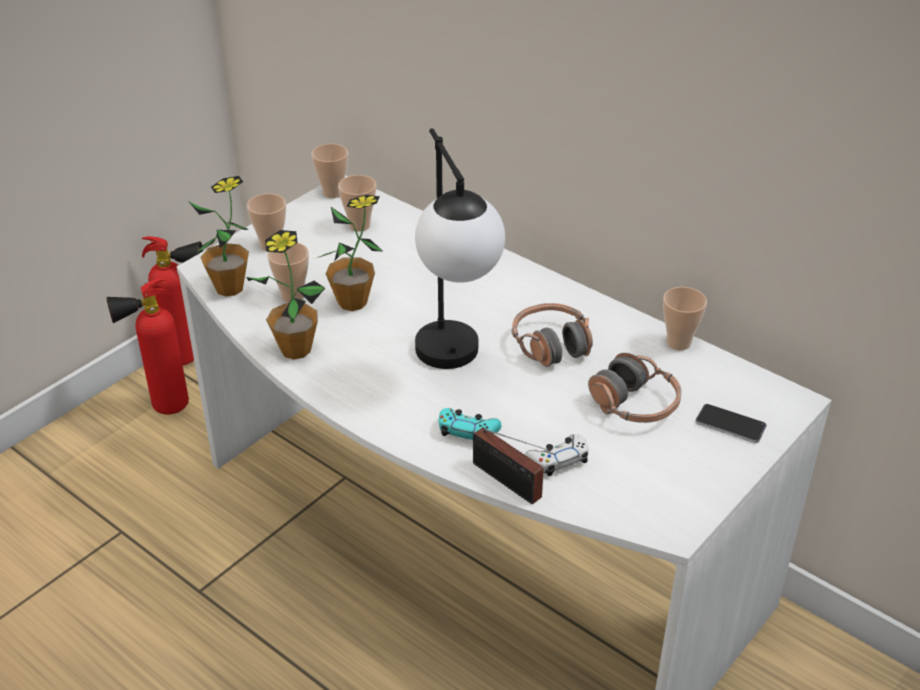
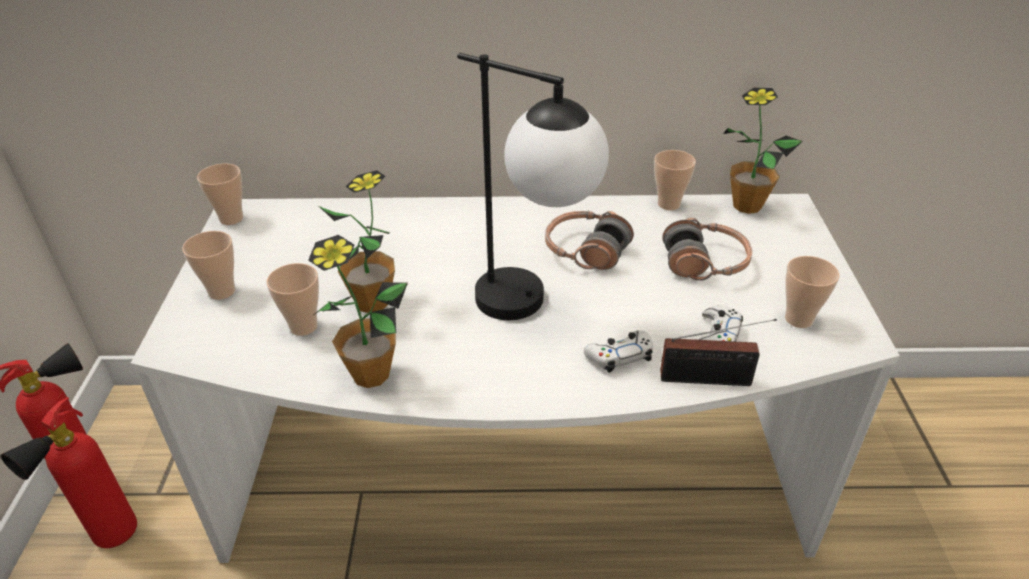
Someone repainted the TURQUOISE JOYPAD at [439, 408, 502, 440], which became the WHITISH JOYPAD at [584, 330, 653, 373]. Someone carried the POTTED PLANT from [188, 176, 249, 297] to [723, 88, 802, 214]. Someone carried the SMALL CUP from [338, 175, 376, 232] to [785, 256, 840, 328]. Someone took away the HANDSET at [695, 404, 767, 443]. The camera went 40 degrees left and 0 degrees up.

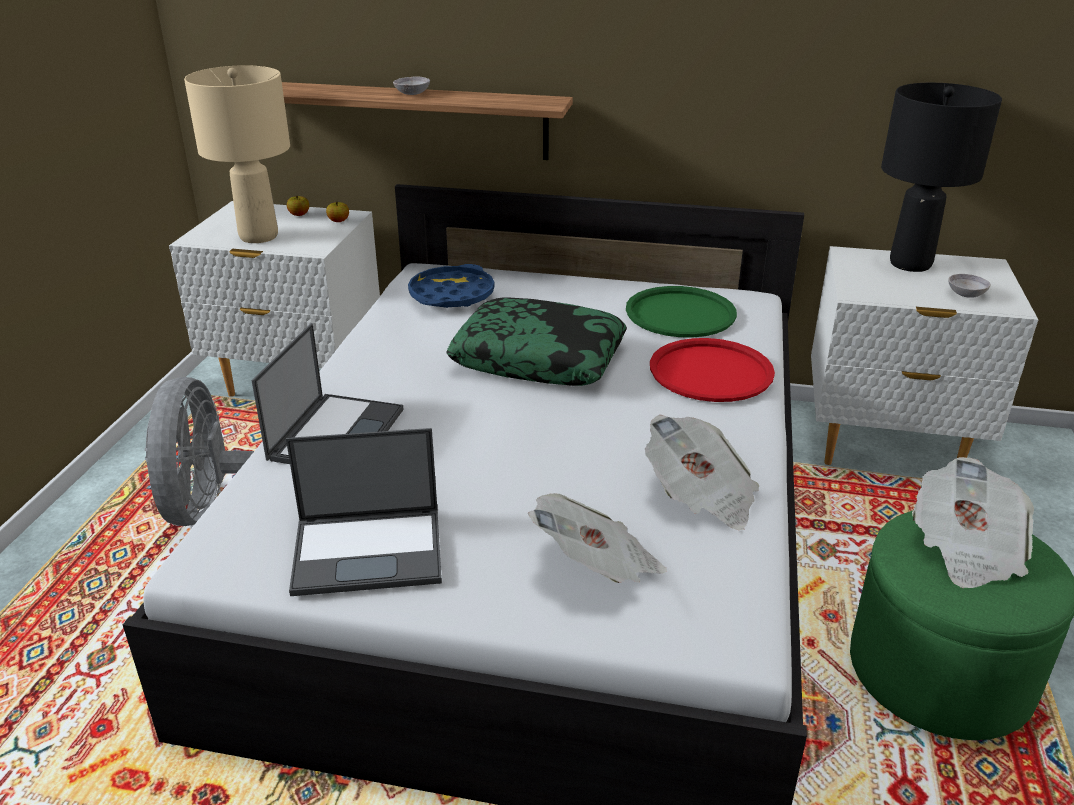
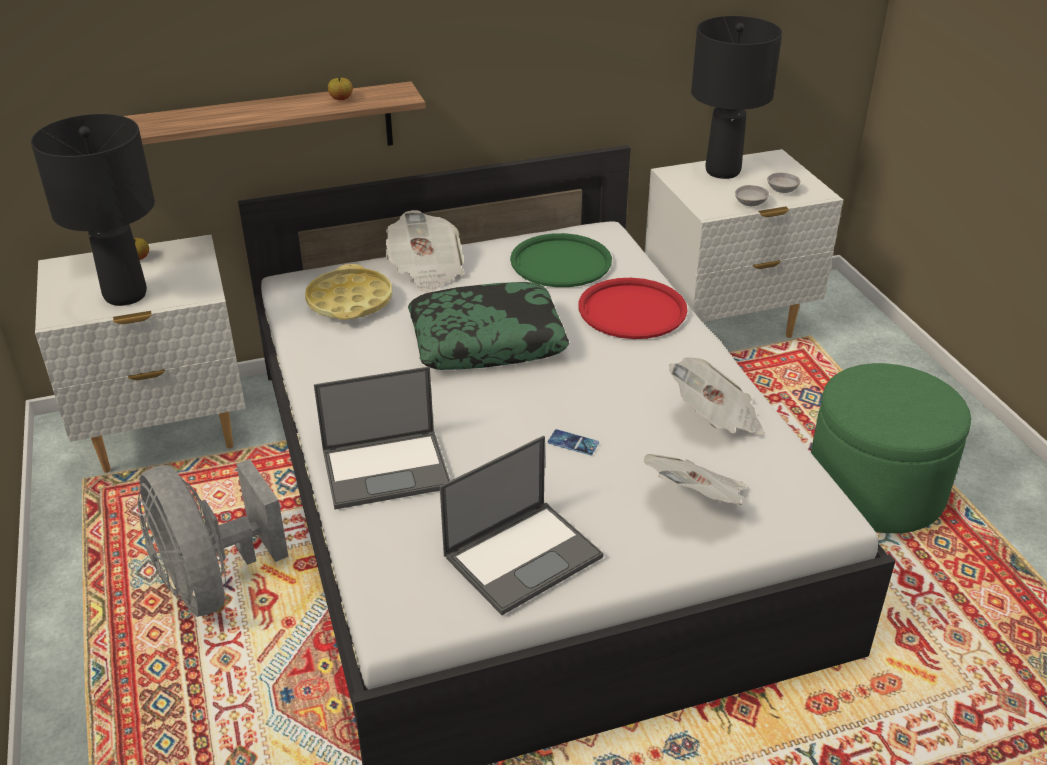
Someone repainted the BEIGE-COLOURED LAMP FOR A TABLE at [184, 65, 290, 243], which became the BLACK-COLOURED LAMP FOR A TABLE at [31, 114, 155, 306]. Someone repainted the BLUE-COLOURED CARRYING TRAY at [408, 264, 494, 308], which became the YELLOW CARRYING TRAY at [305, 264, 392, 320]. Someone rotated the NOTEBOOK COMPUTER at [251, 323, 404, 464] by 90 degrees clockwise. Someone carried the WHOLE APPLE from [326, 202, 349, 222] to [328, 77, 353, 100]. Someone carried the DAILY PAPER from [912, 457, 1034, 588] to [386, 210, 464, 293]. Someone put down the HANDSET at [548, 429, 599, 455]. Someone carried the GRAY DEEP DISH from [393, 76, 430, 95] to [735, 185, 769, 206]. The camera went 30 degrees left and 5 degrees up.

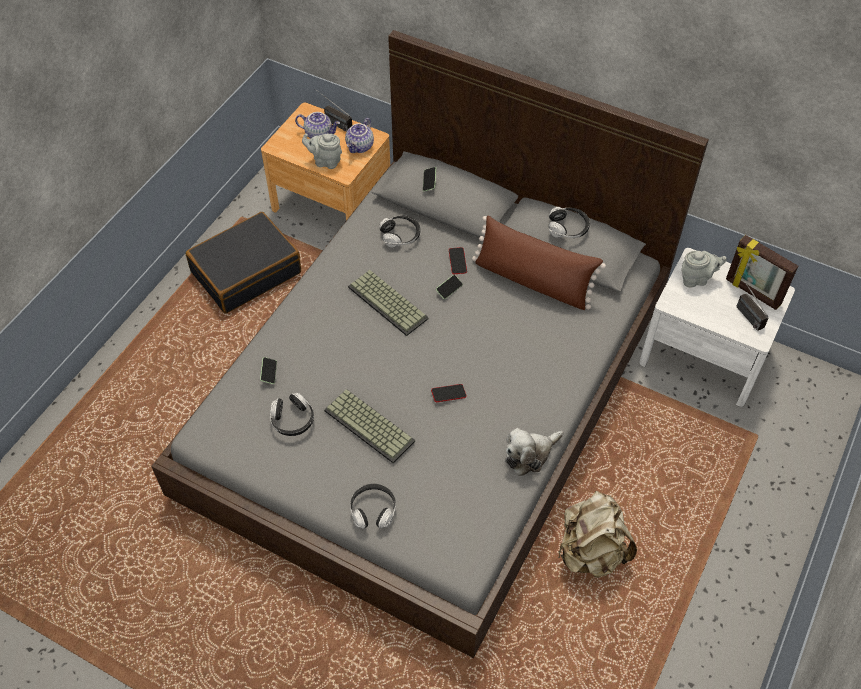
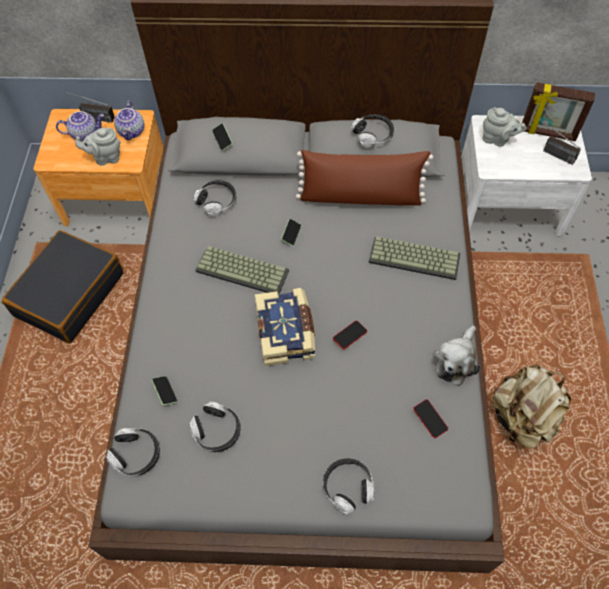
Someone put down the PAIR OF HEADPHONES at [106, 428, 160, 476]. Someone put down the BOUND BOOK at [254, 288, 315, 366]. Someone carried the COMPUTER KEYBOARD from [324, 389, 415, 463] to [368, 236, 461, 280]. Someone carried the HANDSET from [449, 247, 467, 274] to [413, 399, 448, 438]. Someone rotated the GRAY POT FOR TEA at [682, 251, 727, 287] by 60 degrees clockwise. The camera went 25 degrees left and 5 degrees up.

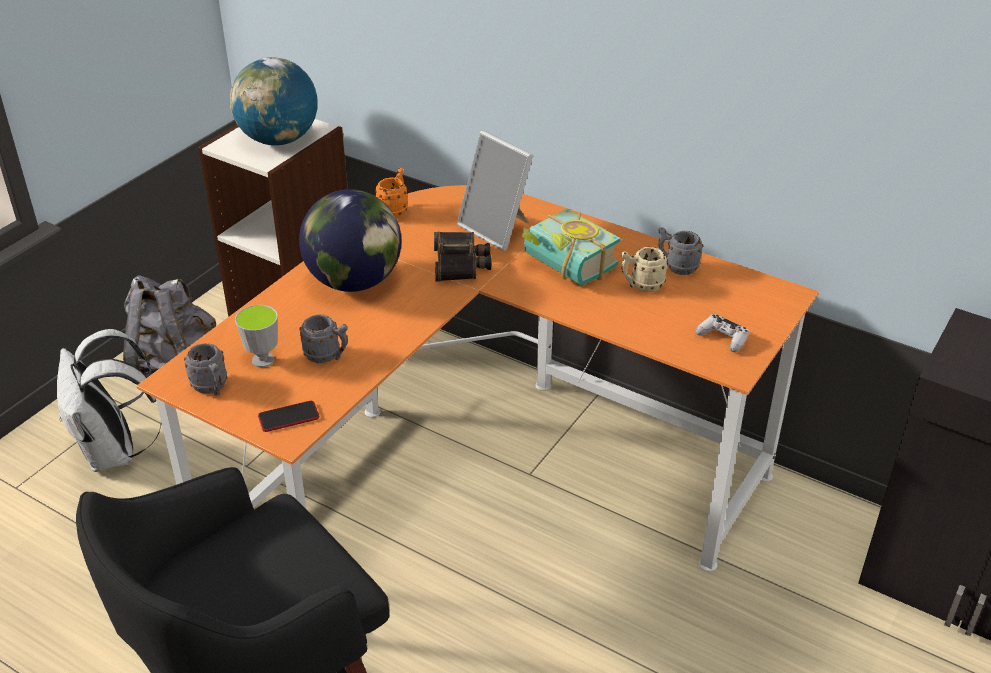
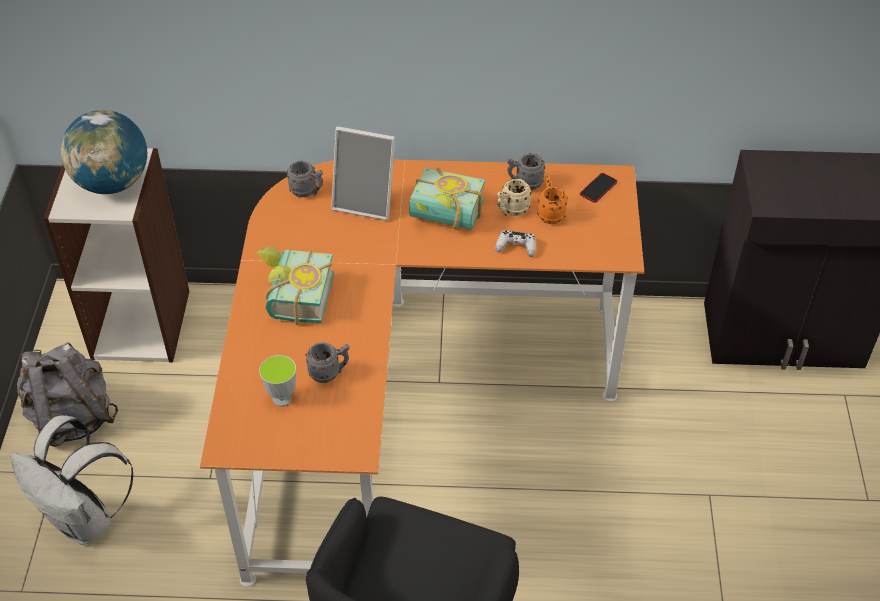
Someone swapped the DESK GLOBE at [299, 189, 401, 292] for the BOUND BOOK at [256, 246, 334, 325]. Someone carried the GRAY COFFEE MUG from [184, 343, 227, 396] to [287, 161, 323, 197]. Someone carried the WHITISH JOYPAD from [695, 314, 749, 352] to [495, 230, 536, 257]. Someone carried the ORANGEY COFFEE MUG from [375, 168, 408, 218] to [537, 176, 568, 224]. Someone carried the HANDSET from [258, 401, 319, 432] to [580, 173, 617, 203]. Someone took away the PAIR OF BINOCULARS at [434, 232, 492, 281]. The camera went 30 degrees left and 10 degrees up.

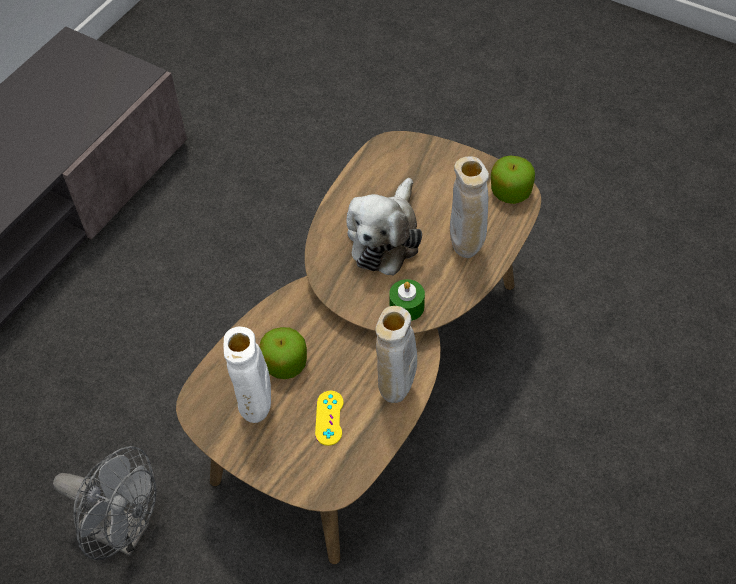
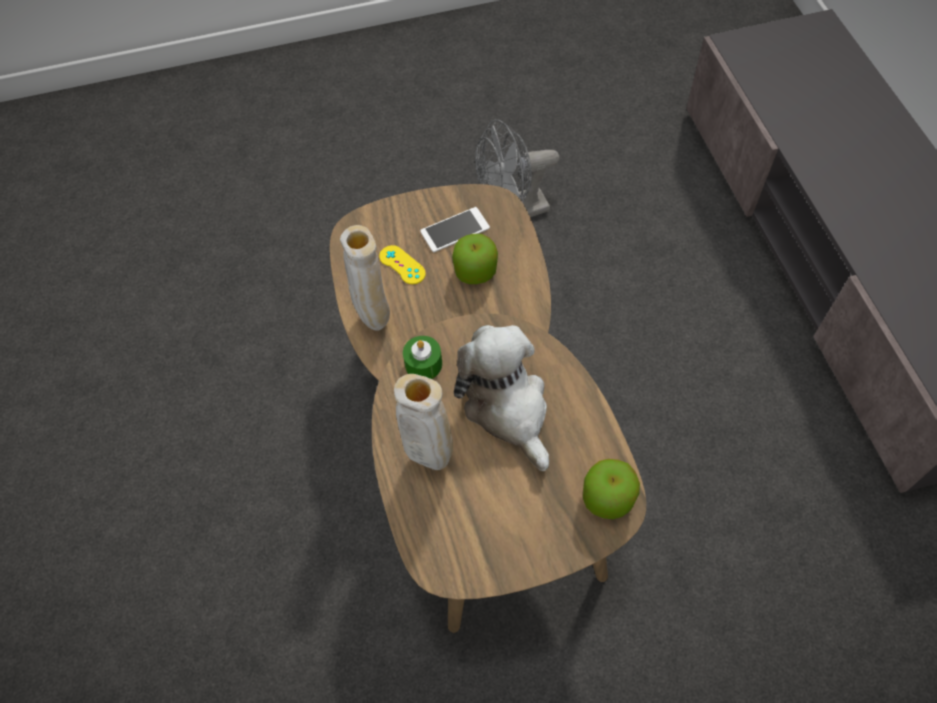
Someone swapped the WHITISH FLOWER VASE at [223, 327, 271, 423] for the HANDSET at [420, 207, 490, 252]. Someone carried the WHOLE APPLE from [491, 156, 535, 204] to [583, 459, 640, 519]. The camera went 135 degrees right and 5 degrees up.

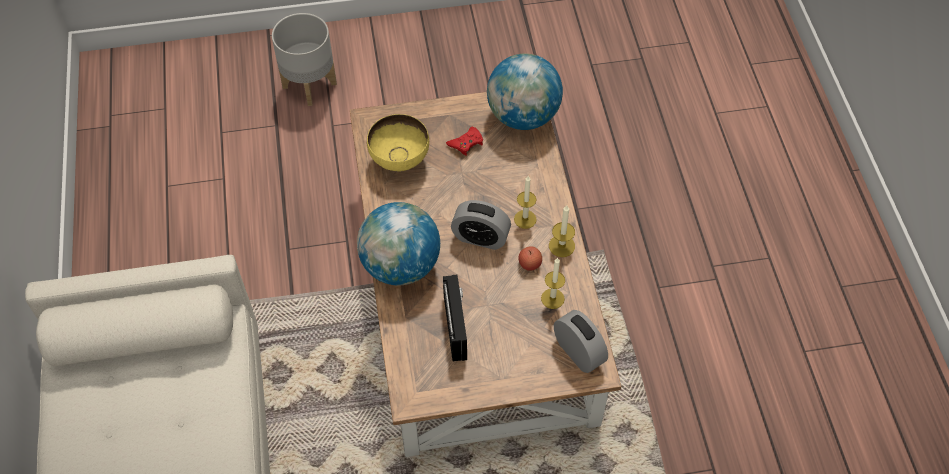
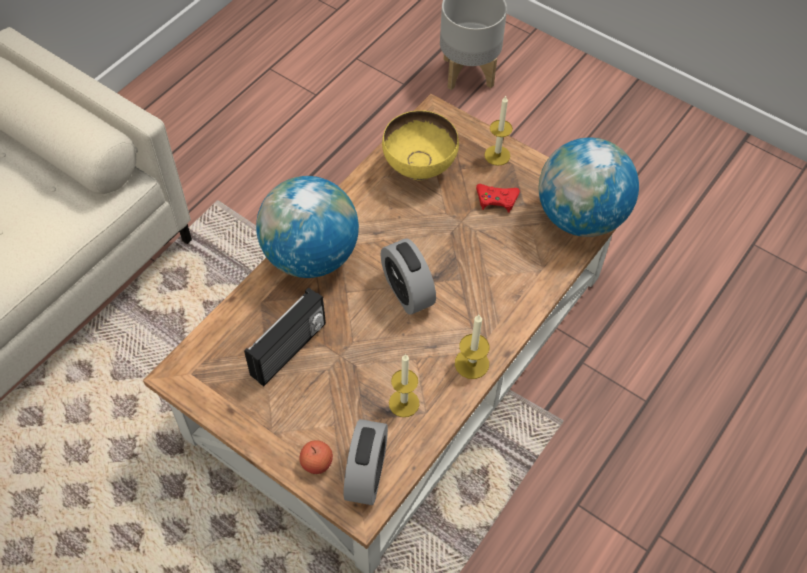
Someone carried the WHOLE APPLE from [518, 246, 542, 271] to [300, 440, 333, 474]. Someone carried the WAX LIGHT from [514, 176, 537, 229] to [484, 95, 513, 166]. The camera went 45 degrees right and 0 degrees up.

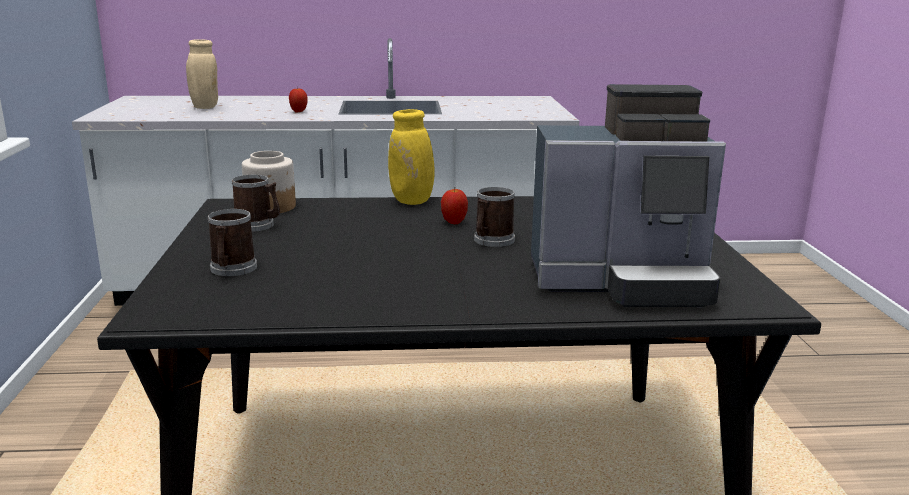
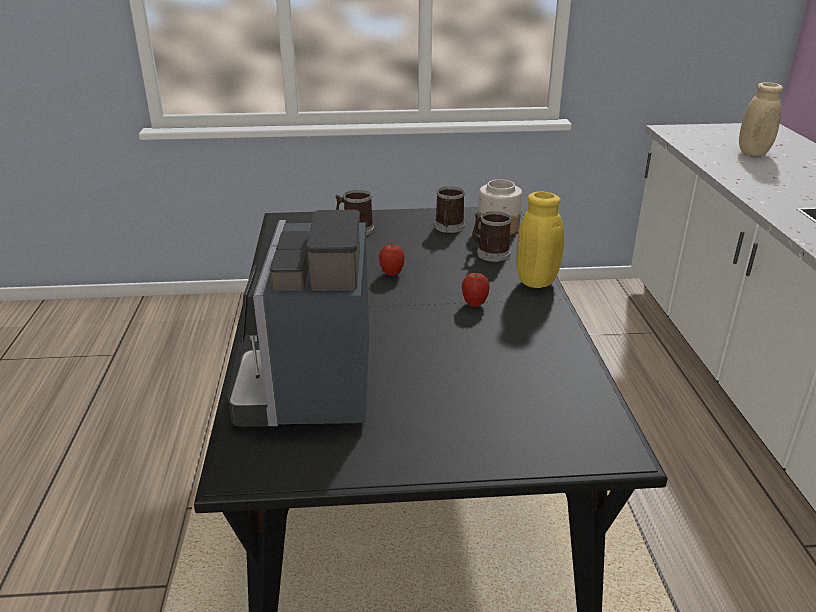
Someone carried the WHOLE APPLE from [289, 87, 308, 112] to [379, 244, 405, 276]. Someone carried the COFFEE MUG from [474, 187, 515, 247] to [472, 211, 511, 262]. The camera went 90 degrees right and 10 degrees up.

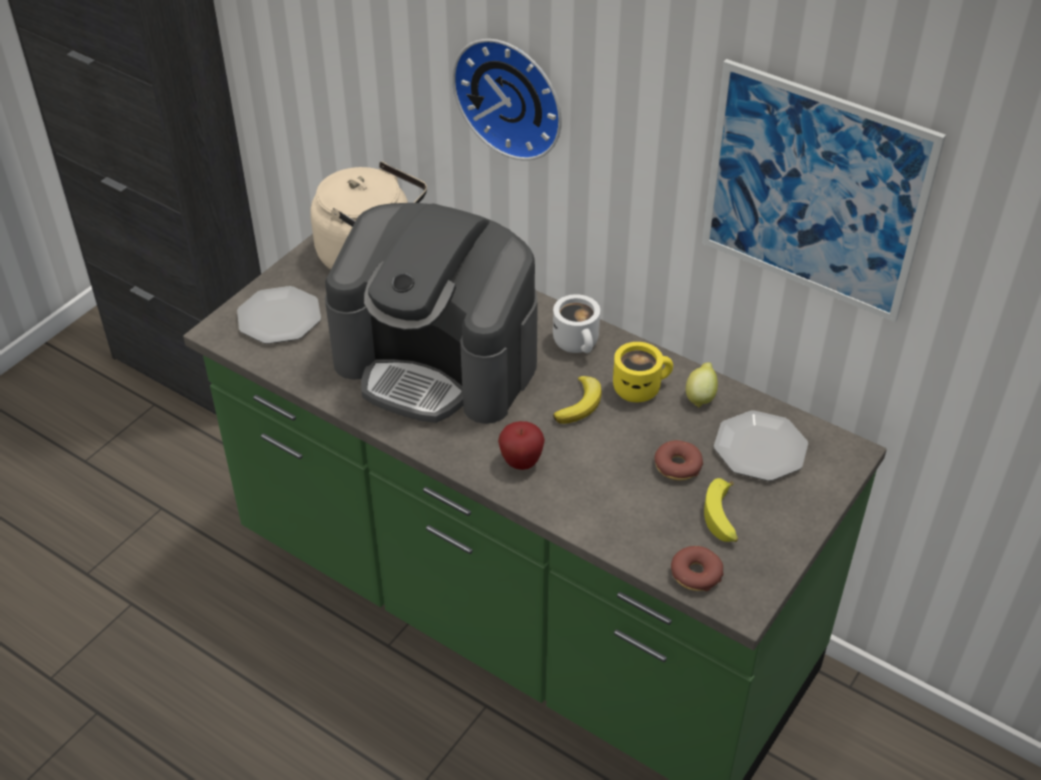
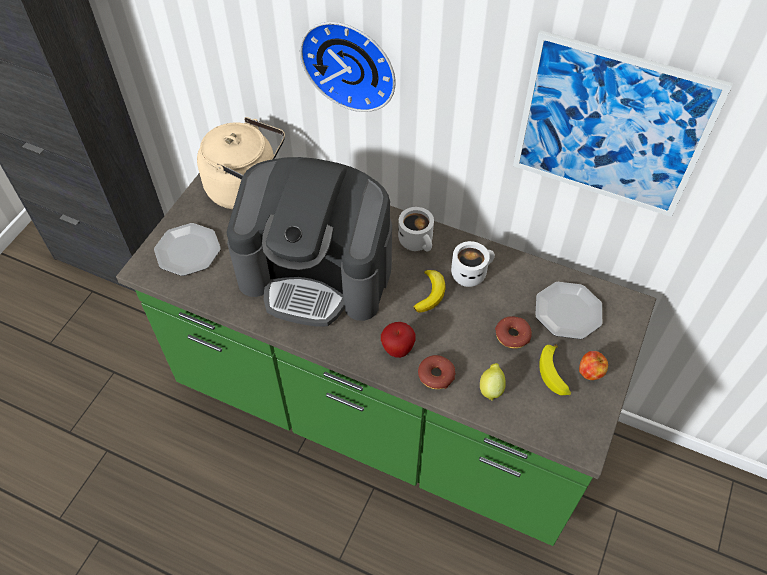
Someone carried the DONUT from [671, 546, 724, 591] to [418, 355, 456, 389]. Someone repainted the YELLOW COFFEE MUG at [613, 342, 673, 402], which became the WHITISH COFFEE MUG at [451, 241, 495, 287]. Someone carried the LEMON from [686, 362, 718, 408] to [480, 363, 506, 400]. Someone put down the WHOLE APPLE at [579, 351, 608, 380]. The camera went 10 degrees left and 10 degrees up.

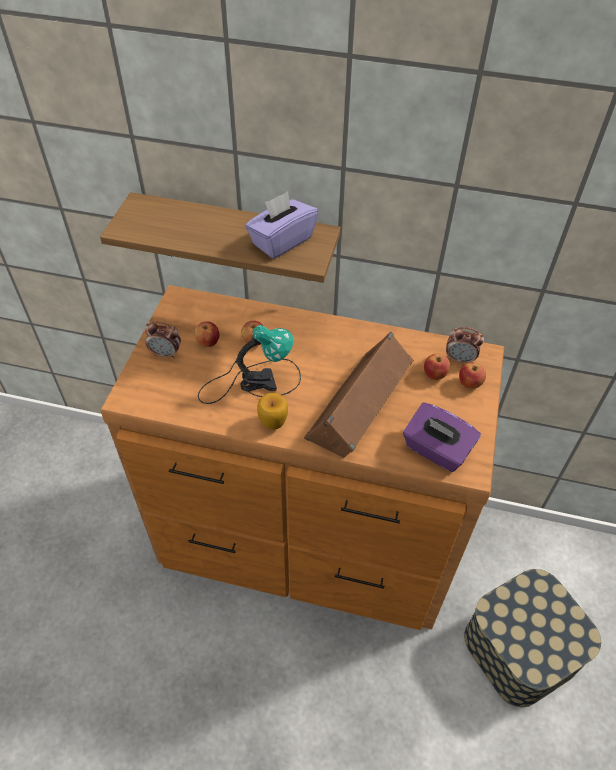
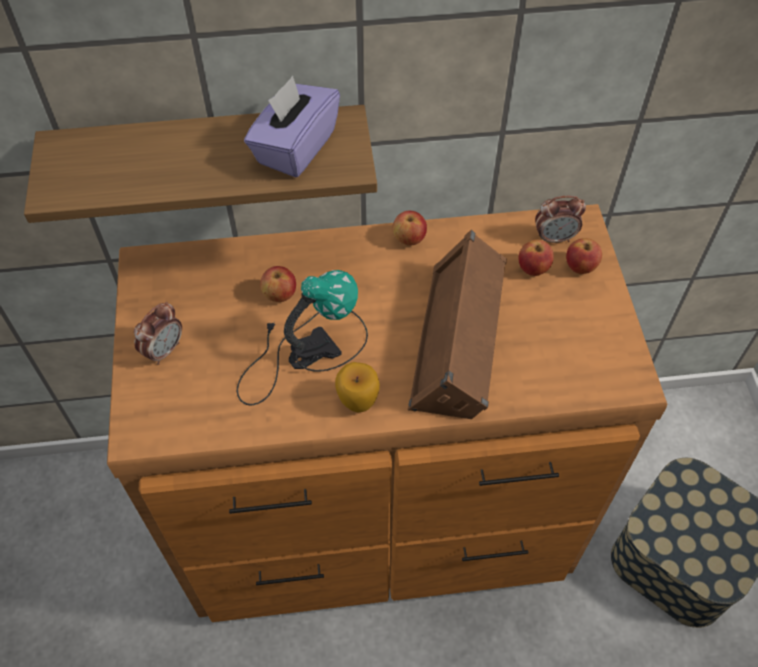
Someone rotated the ALARM CLOCK at [145, 321, 181, 359] by 45 degrees counterclockwise. Someone carried the WHOLE APPLE from [195, 321, 220, 347] to [392, 211, 427, 246]. Someone took away the PURPLISH TISSUE BOX at [403, 403, 481, 472]. The camera went 20 degrees left and 5 degrees up.

